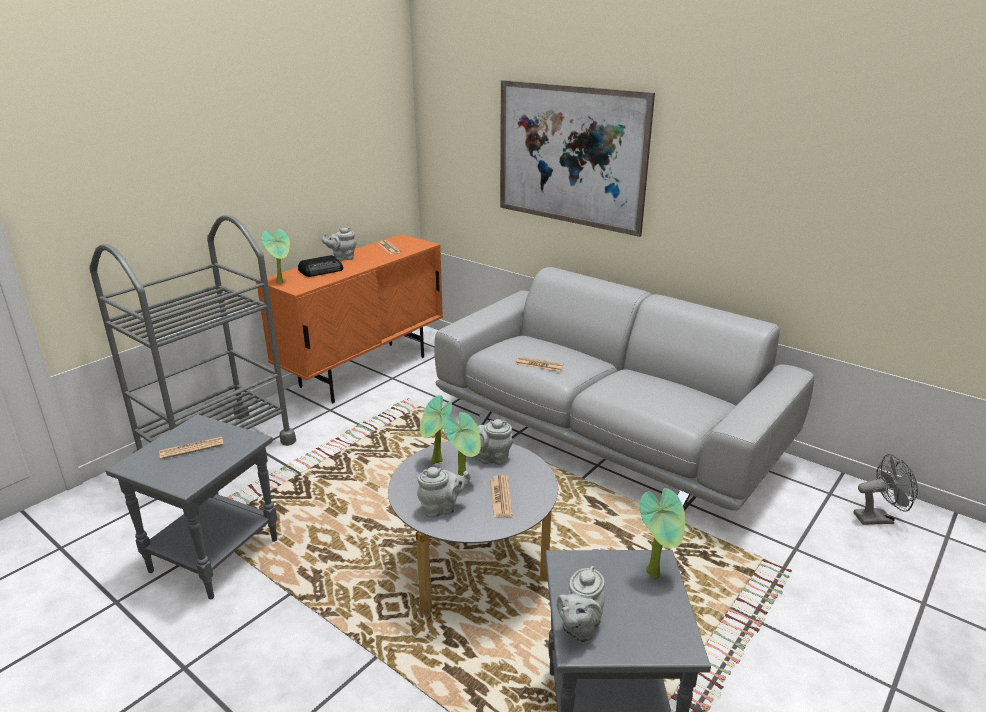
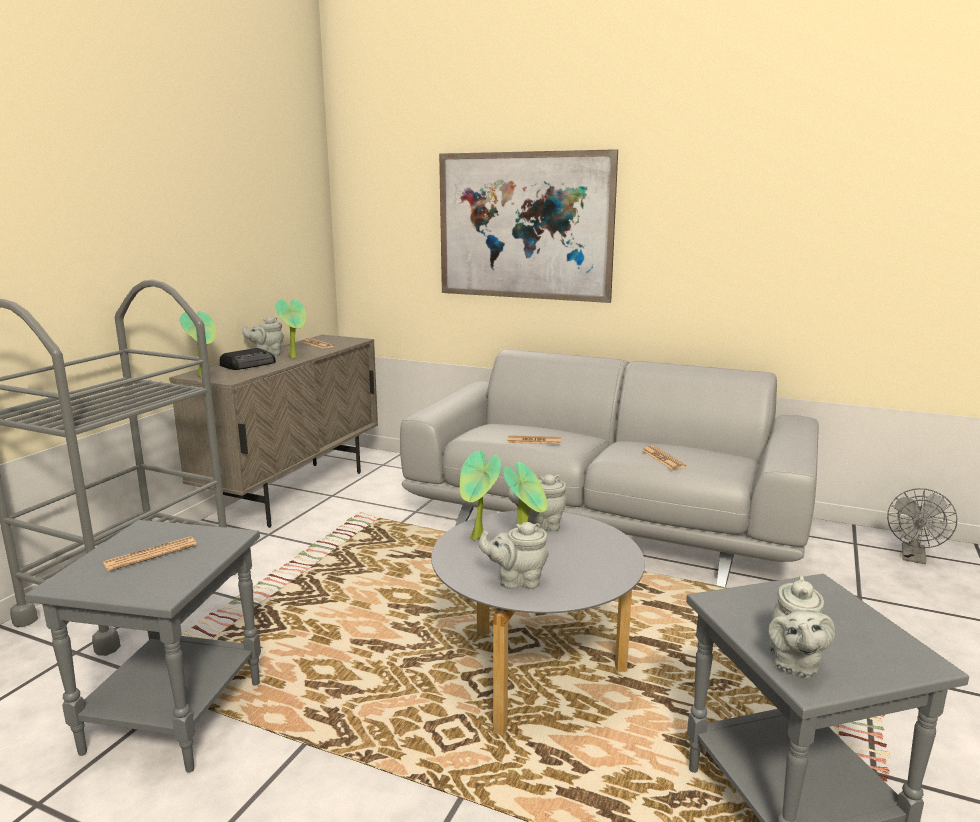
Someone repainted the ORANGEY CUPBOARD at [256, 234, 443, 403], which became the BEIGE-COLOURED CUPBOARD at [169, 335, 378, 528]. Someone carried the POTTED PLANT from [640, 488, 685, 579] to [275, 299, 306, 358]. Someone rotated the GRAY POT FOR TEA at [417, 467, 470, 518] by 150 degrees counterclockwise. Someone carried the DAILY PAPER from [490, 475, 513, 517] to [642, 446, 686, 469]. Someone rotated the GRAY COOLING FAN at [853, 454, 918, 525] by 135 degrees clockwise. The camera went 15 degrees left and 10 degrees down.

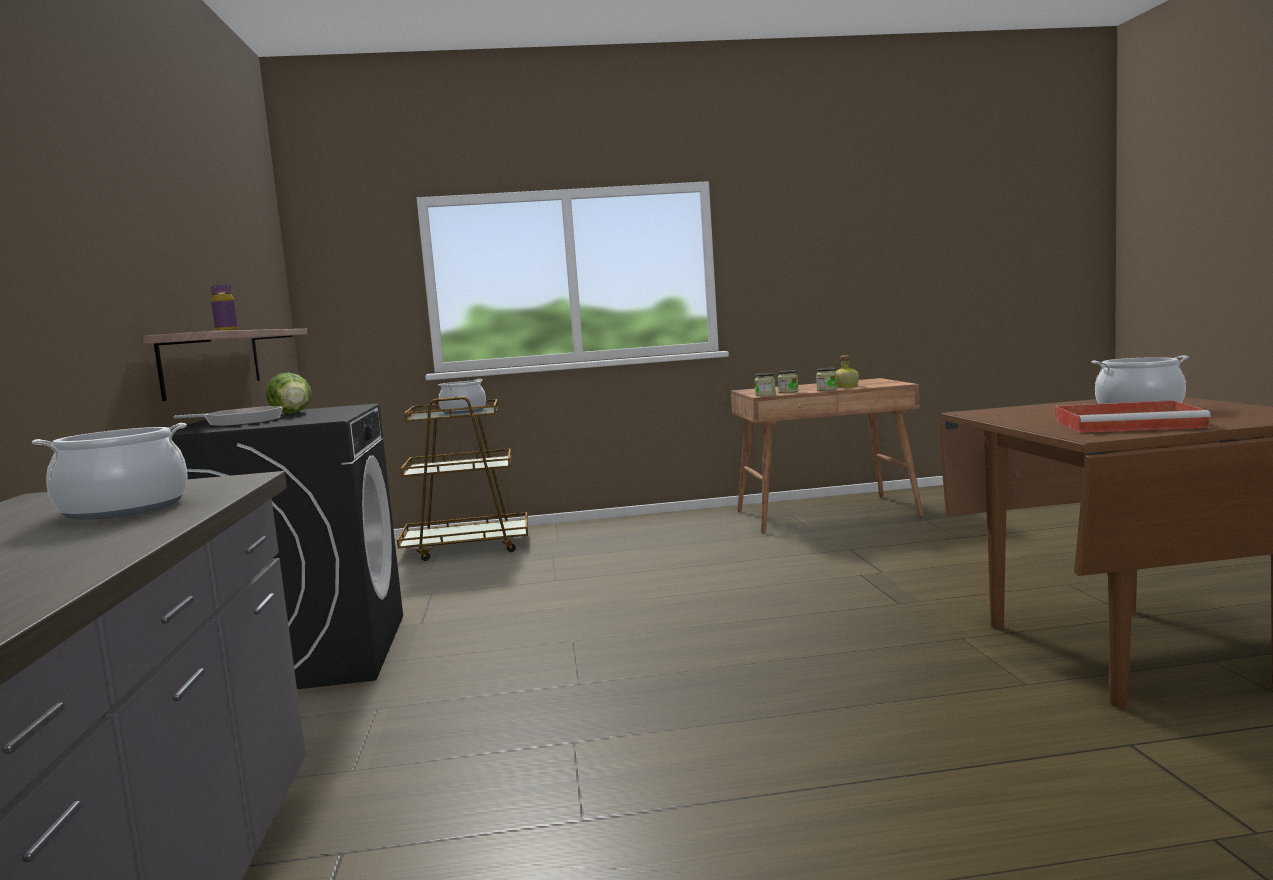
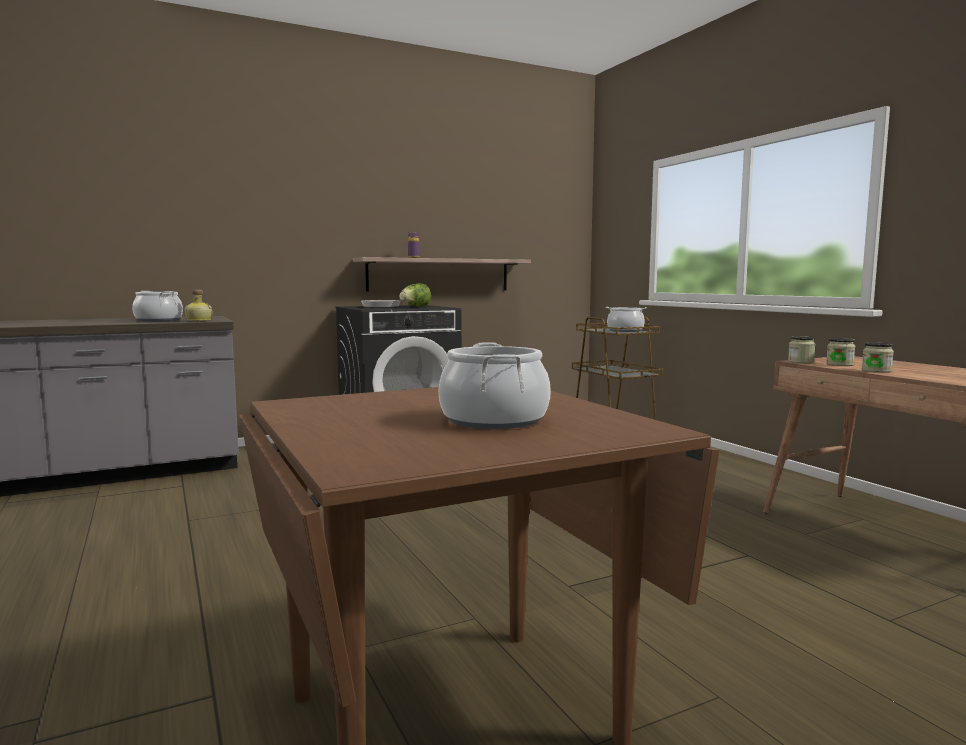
Someone carried the BEVERAGE BOTTLE from [835, 355, 859, 388] to [185, 290, 212, 321]. Someone took away the REDDISH CARRYING TRAY at [1055, 400, 1211, 433]. The camera went 70 degrees right and 0 degrees up.

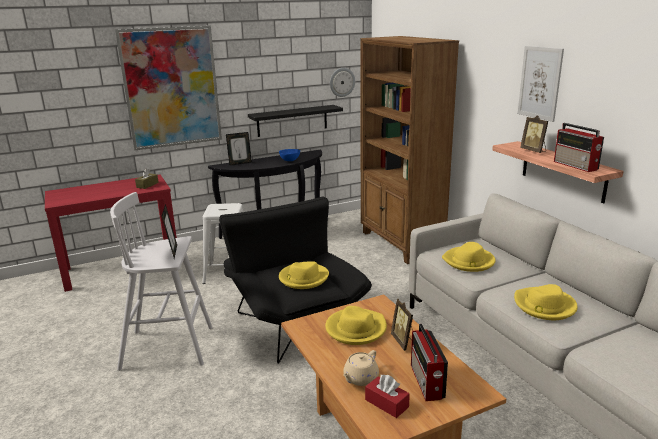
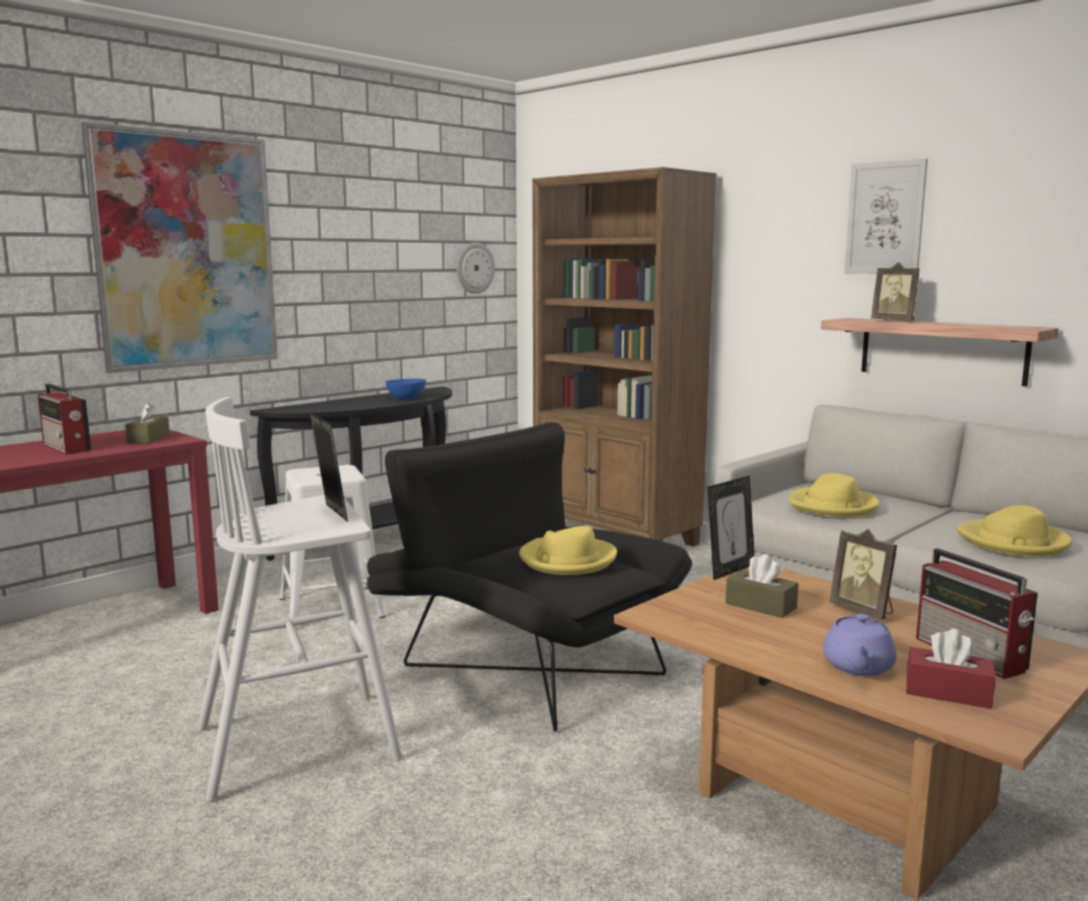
Someone carried the RADIO from [554, 123, 604, 172] to [38, 384, 91, 454]. Someone carried the PHOTO FRAME from [226, 132, 252, 165] to [708, 476, 754, 580]. Someone swapped the YELLOW CLOTHING HAT at [325, 306, 387, 345] for the BROWN-COLOURED TISSUE BOX at [726, 554, 798, 618]. Someone repainted the BEIGE-COLOURED POT FOR TEA at [343, 350, 379, 386], which became the PURPLISH POT FOR TEA at [823, 614, 897, 677]. Someone took away the BLACK-COLOURED WALL SHELF at [248, 105, 343, 137]. The camera went 20 degrees left and 10 degrees down.

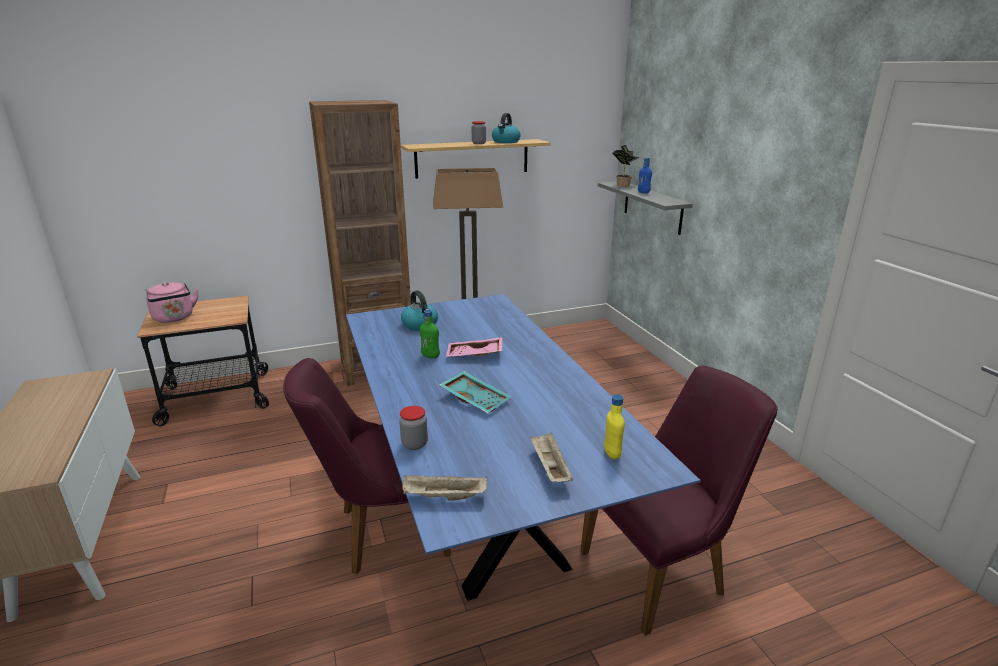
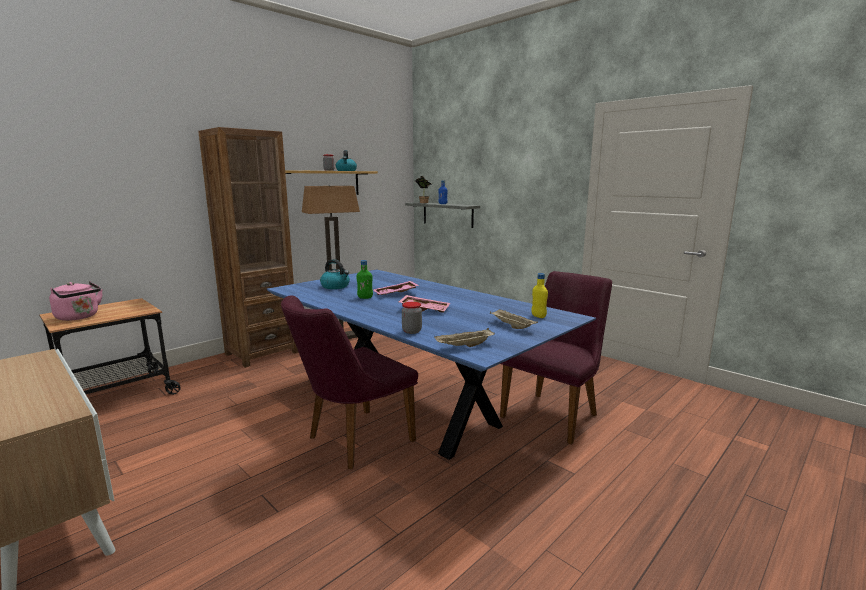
Someone repainted the TURQUOISE CARRYING TRAY at [439, 371, 512, 413], which became the PINKISH CARRYING TRAY at [399, 295, 450, 313]. The camera went 25 degrees left and 10 degrees down.

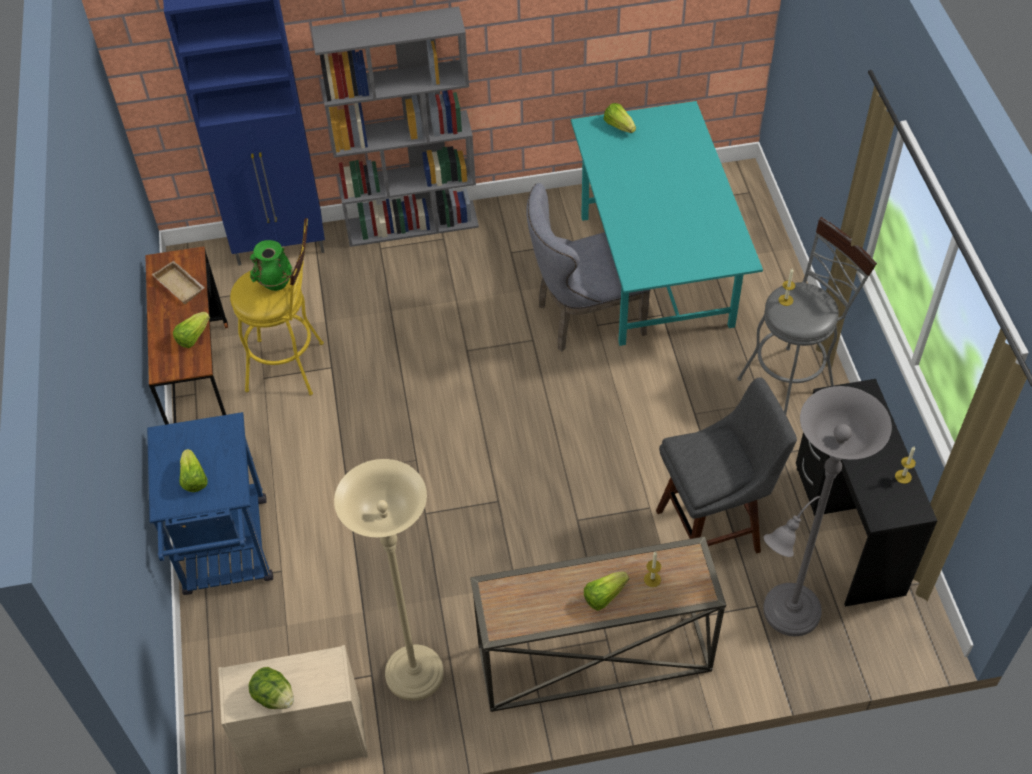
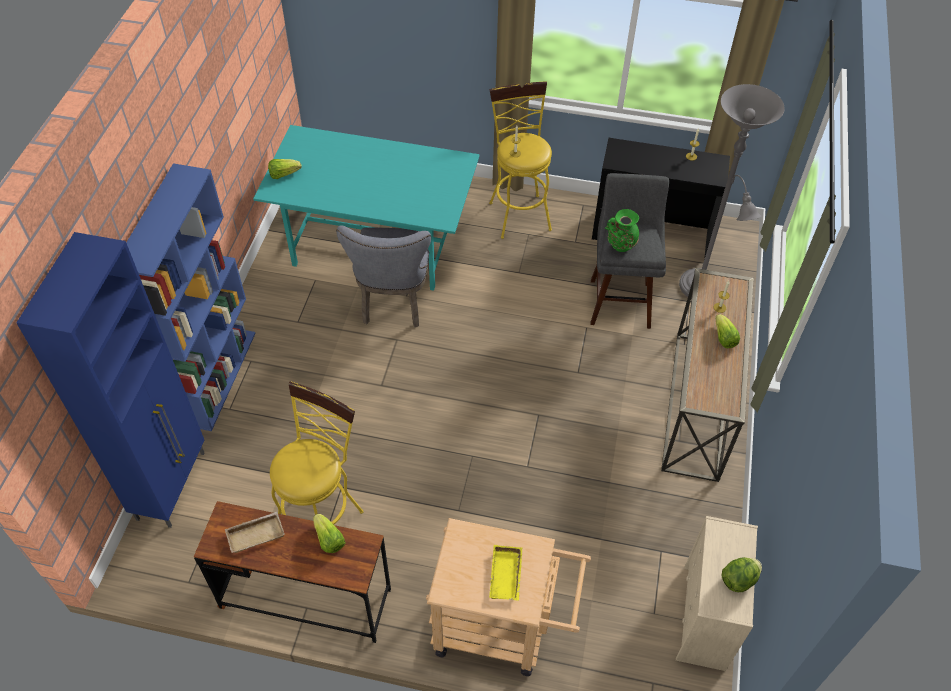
Someone repainted the GRAY BOOKSHELF at [311, 6, 479, 247], which became the BLUE-COLOURED BOOKSHELF at [126, 163, 256, 431]. Someone repainted the BLUE-COLOURED WHEELED CART at [147, 412, 273, 595], which became the BEIGE-COLOURED WHEELED CART at [426, 518, 591, 676]. Someone repainted the GRAY SITTING STOOL at [737, 217, 877, 414], which became the YELLOW SITTING STOOL at [489, 81, 552, 239]. Someone swapped the LETTUCE at [180, 449, 207, 492] for the YELLOW CARRYING TRAY at [489, 545, 522, 601]. Someone carried the GREENISH FLOWER VASE from [250, 240, 293, 291] to [605, 209, 639, 252]. Someone took away the BEIGE-COLOURED STANDARD LAMP at [334, 459, 444, 701]. The camera went 70 degrees left and 0 degrees up.

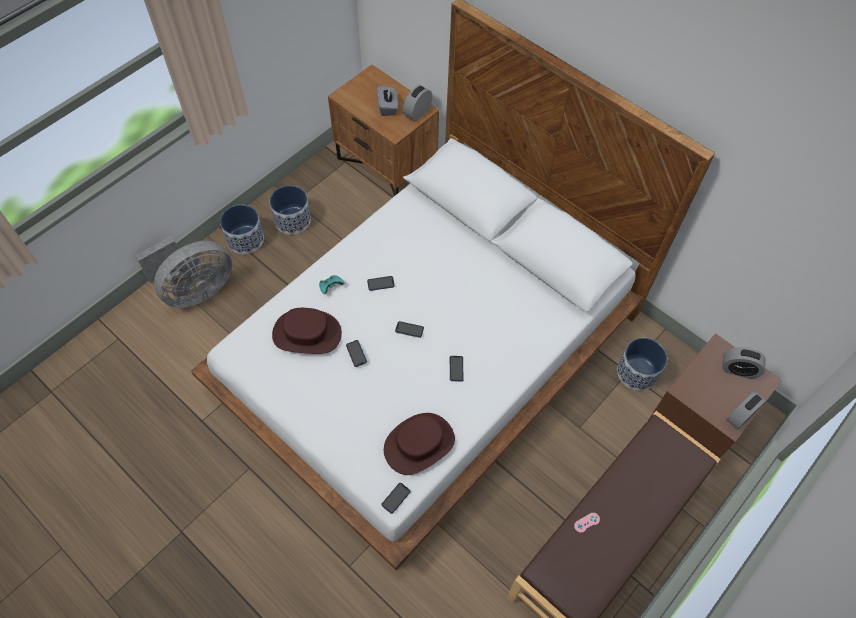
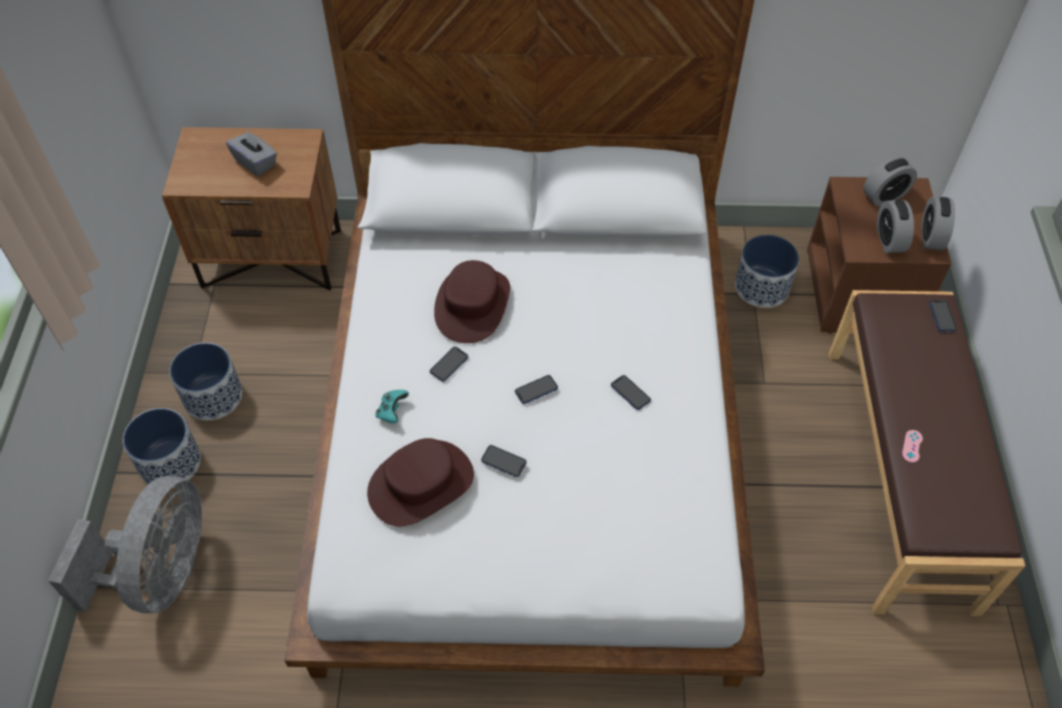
Someone carried the BROWN-COLOURED CLOTHING HAT from [384, 413, 455, 475] to [434, 260, 510, 343]. Someone carried the ALARM CLOCK from [403, 85, 433, 121] to [877, 200, 914, 253]. Someone carried the HANDSET from [381, 483, 410, 514] to [929, 300, 957, 332]. The camera went 40 degrees left and 5 degrees down.

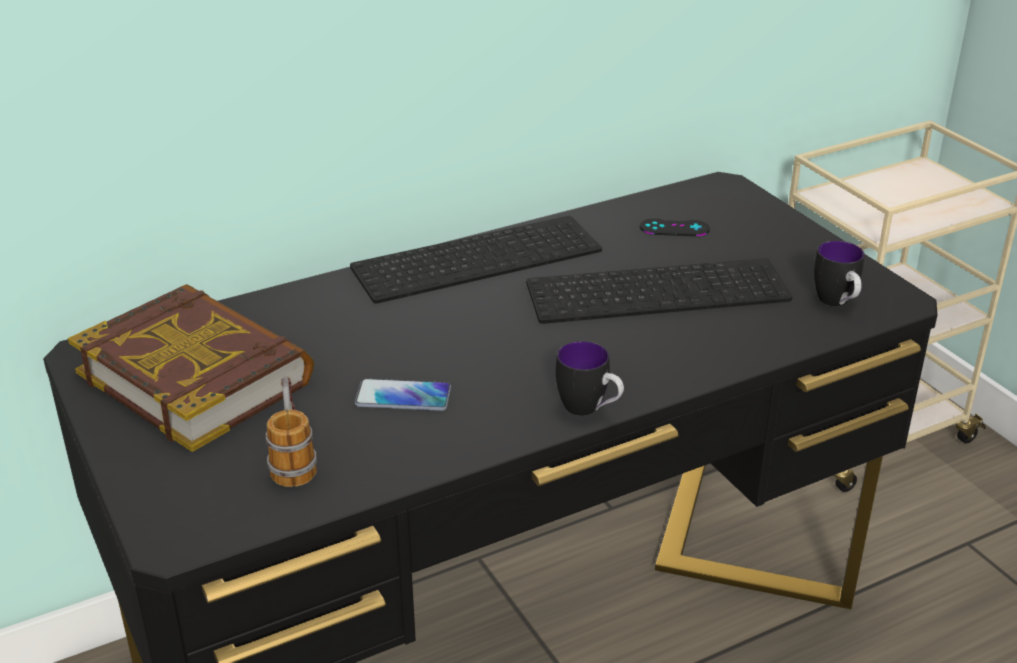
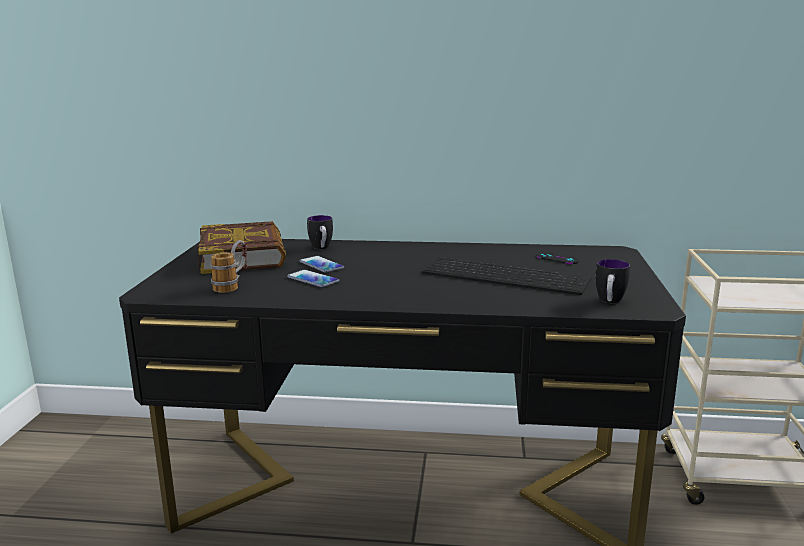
Someone put down the HANDSET at [300, 256, 344, 273]. Someone carried the COFFEE MUG from [556, 341, 624, 416] to [307, 215, 333, 249]. Someone took away the COMPUTER KEYBOARD at [350, 216, 602, 304]. The camera went 35 degrees right and 15 degrees down.

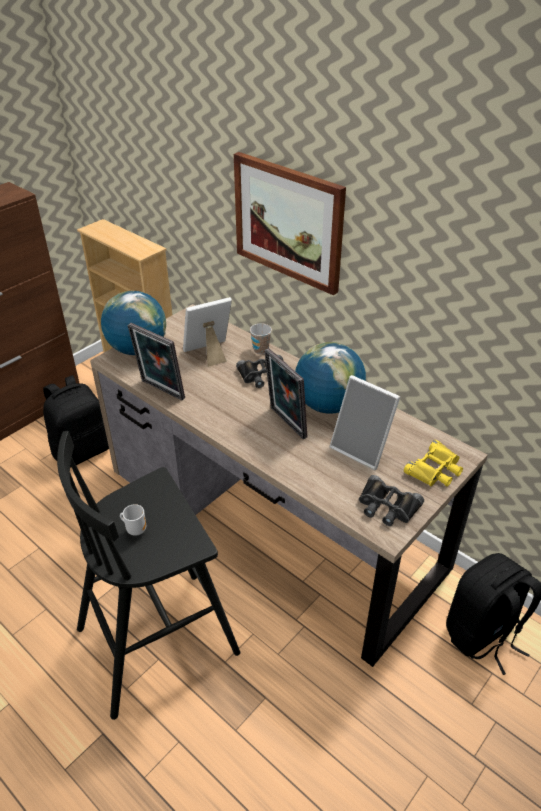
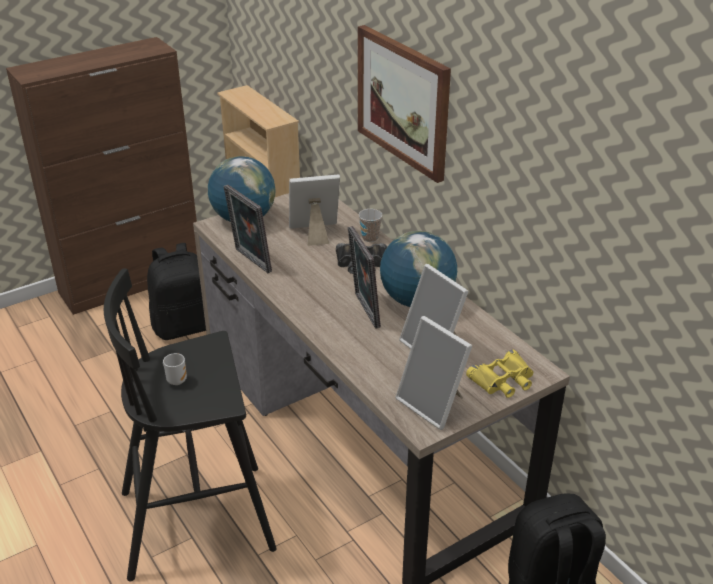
Someone swapped the BLACK-COLOURED PAIR OF BINOCULARS at [359, 475, 424, 526] for the PHOTO FRAME at [395, 316, 472, 430]. The camera went 15 degrees right and 5 degrees down.

